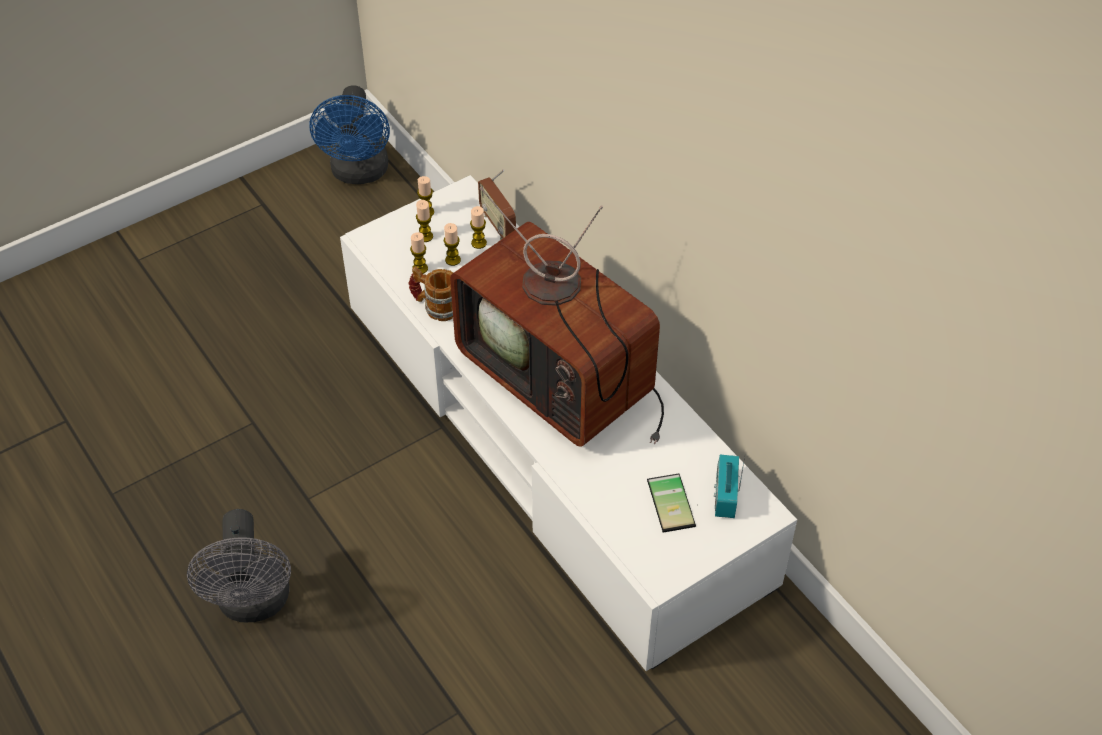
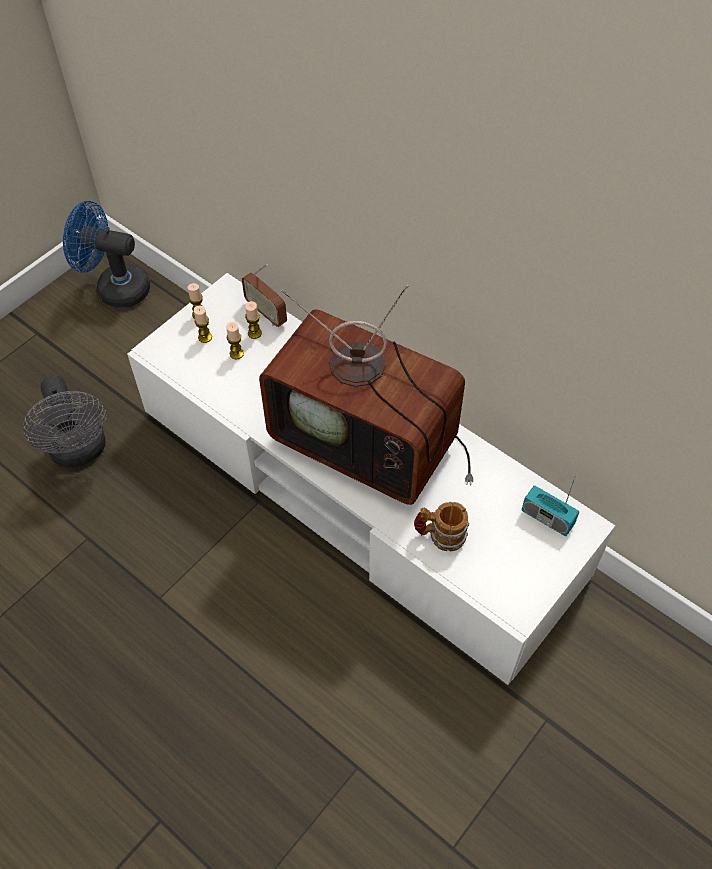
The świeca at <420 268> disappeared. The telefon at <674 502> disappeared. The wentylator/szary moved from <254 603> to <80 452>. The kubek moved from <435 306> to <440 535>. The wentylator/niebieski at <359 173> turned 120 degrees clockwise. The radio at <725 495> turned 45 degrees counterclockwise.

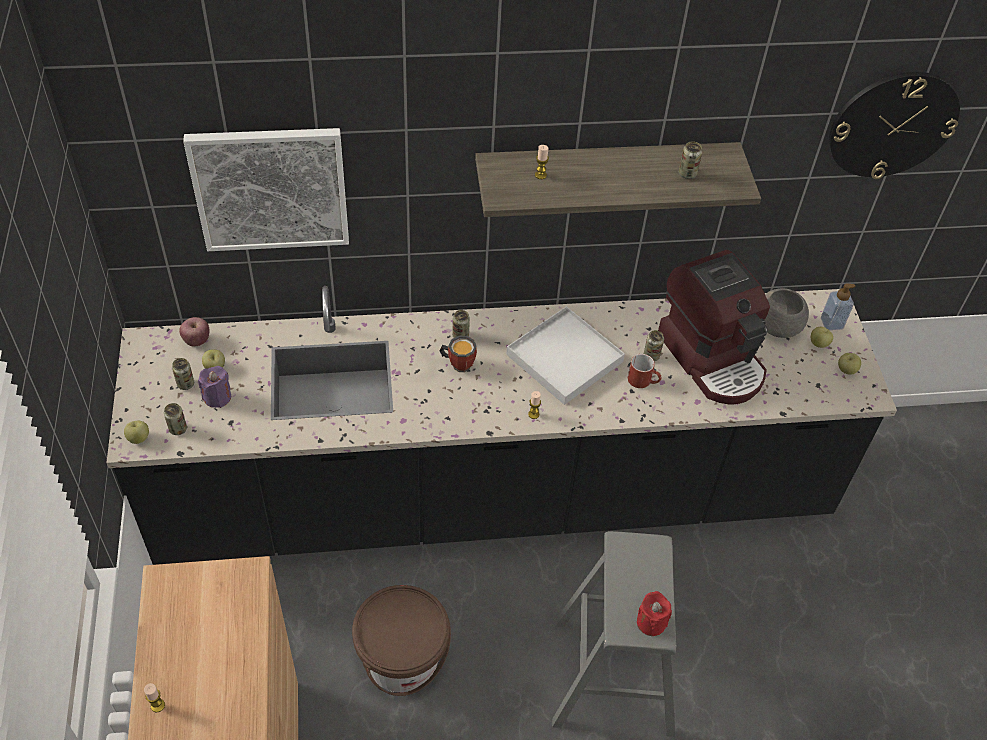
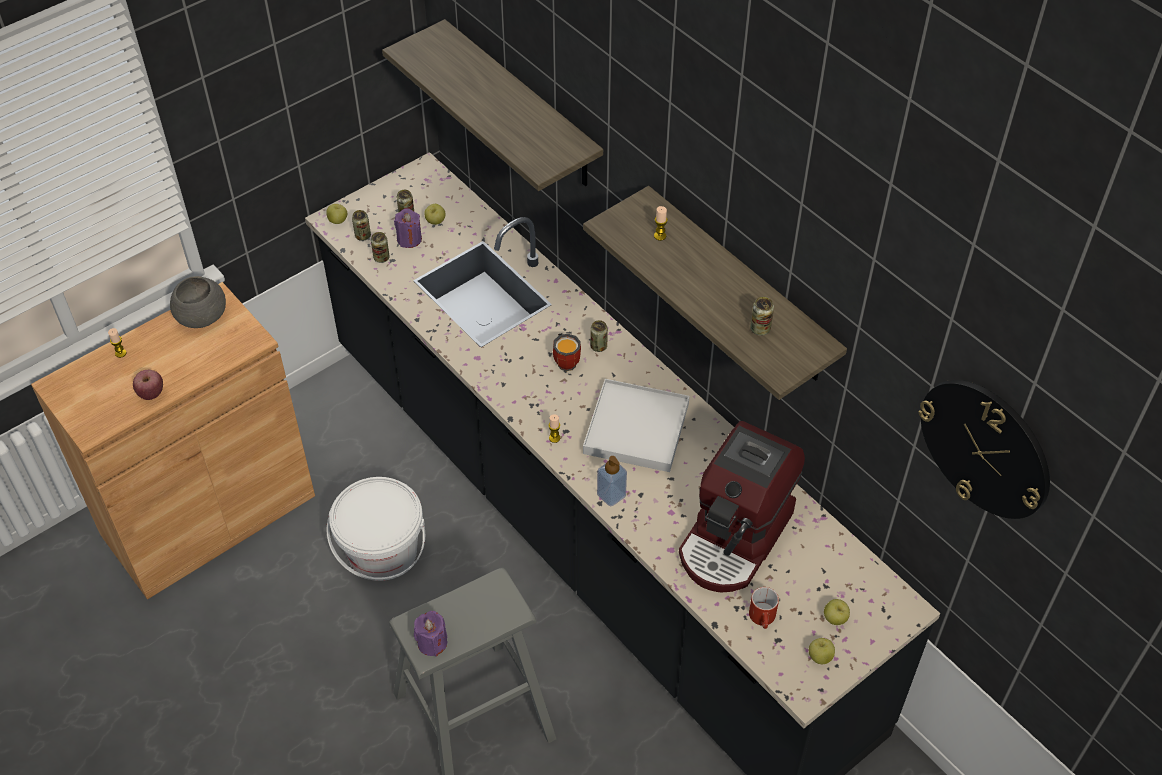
The jabłko moved from <197 340> to <151 393>. The kubek/czerwony moved from <643 381> to <763 619>. The puszka moved from <651 355> to <381 258>. The miska/szary moved from <778 327> to <200 317>. The dozownik mydła moved from <831 323> to <611 495>. The obraz at <270 188> was replaced by the półka at <522 106>. The wiadro/brązowy at <402 659> became the wiadro/biały at <382 552>. The świeca/czerwony at <651 622> became the świeca/fioletowy at <432 643>.

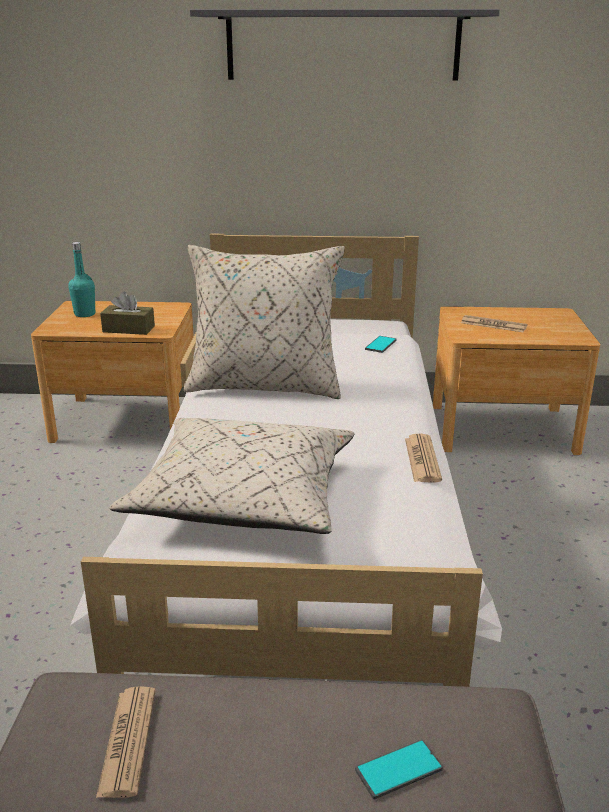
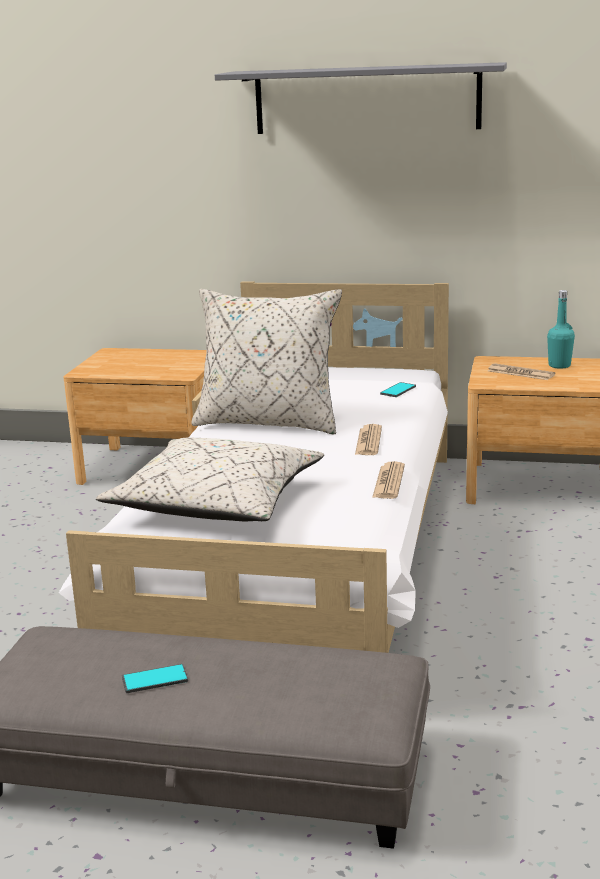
The pudełko chusteczek/brązowy at <128 329> disappeared. The butelka/turkusowy moved from <85 314> to <559 365>. The gazeta moved from <128 741> to <368 441>. The telefon moved from <398 770> to <155 680>.

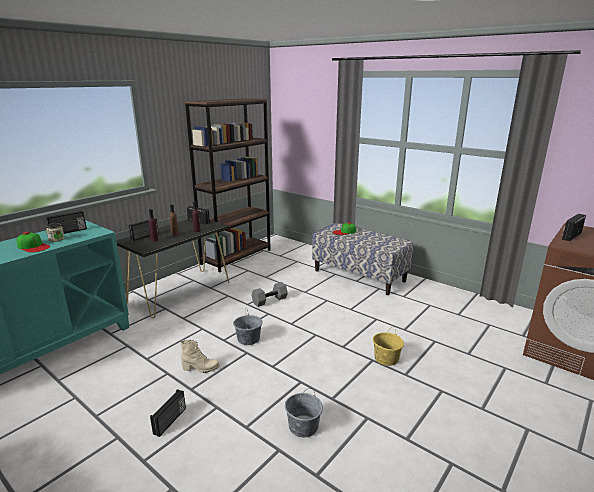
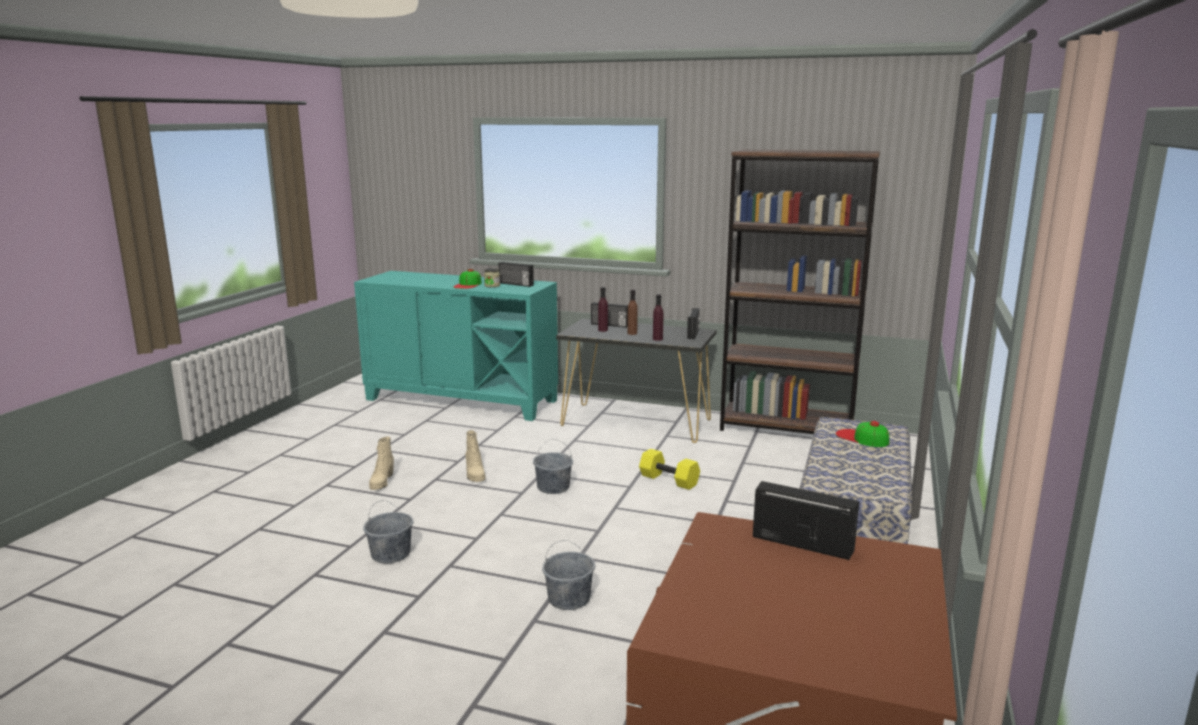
The radio at <170 421> was replaced by the but z cholewką/beżowy at <381 482>. The hantel/szary at <269 300> became the hantel/żółty at <670 480>. The wiadro/żółty at <386 358> became the wiadro/szary at <569 599>.

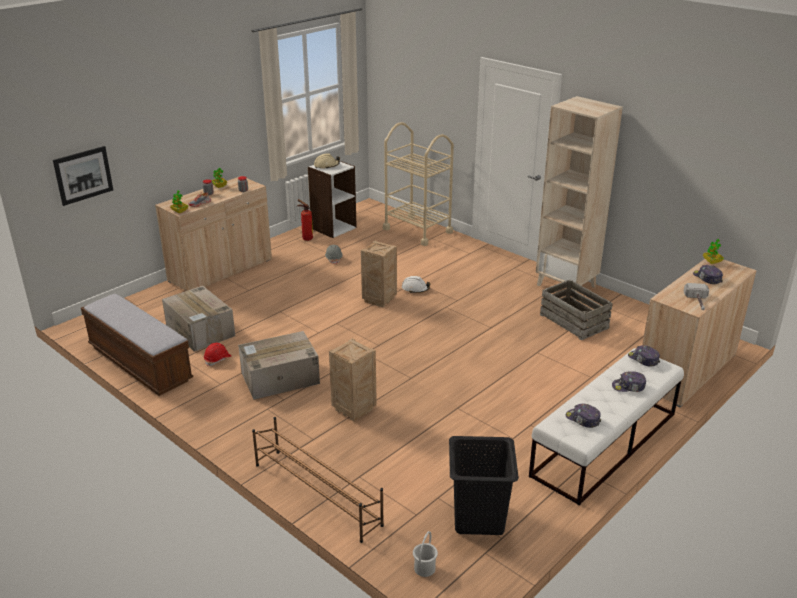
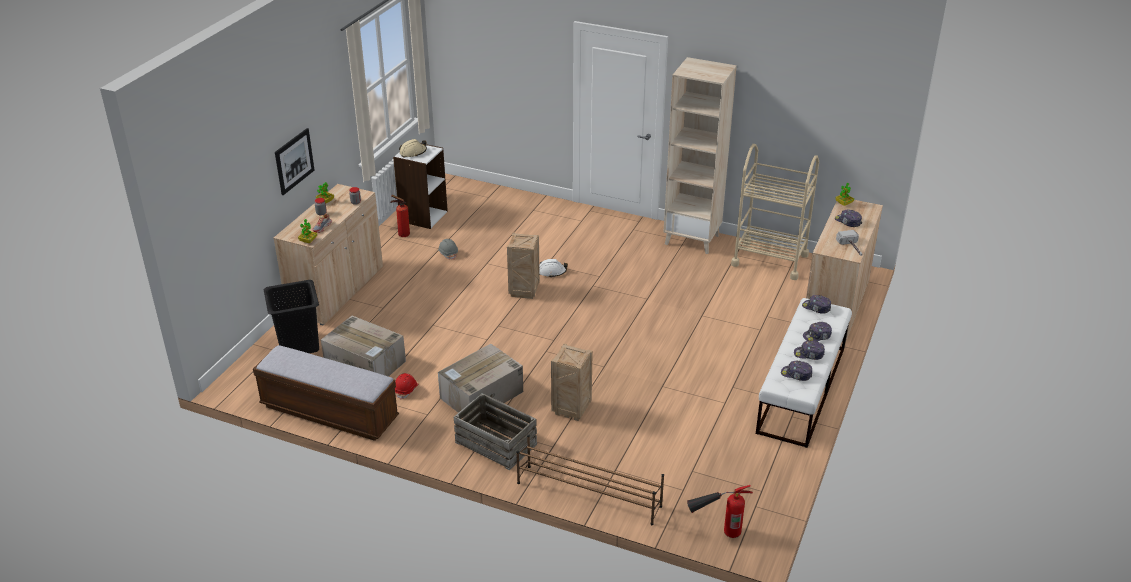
The czapka z daszkiem at <809 354> appeared. The obraz moved from <83 175> to <294 161>. The wózek/beżowy moved from <417 230> to <769 260>. The kosz na pranie/czarny moved from <479 518> to <299 345>. The skrzynka moved from <573 321> to <495 444>. The wiadro/biały at <425 568> was replaced by the gaśnica at <716 531>.

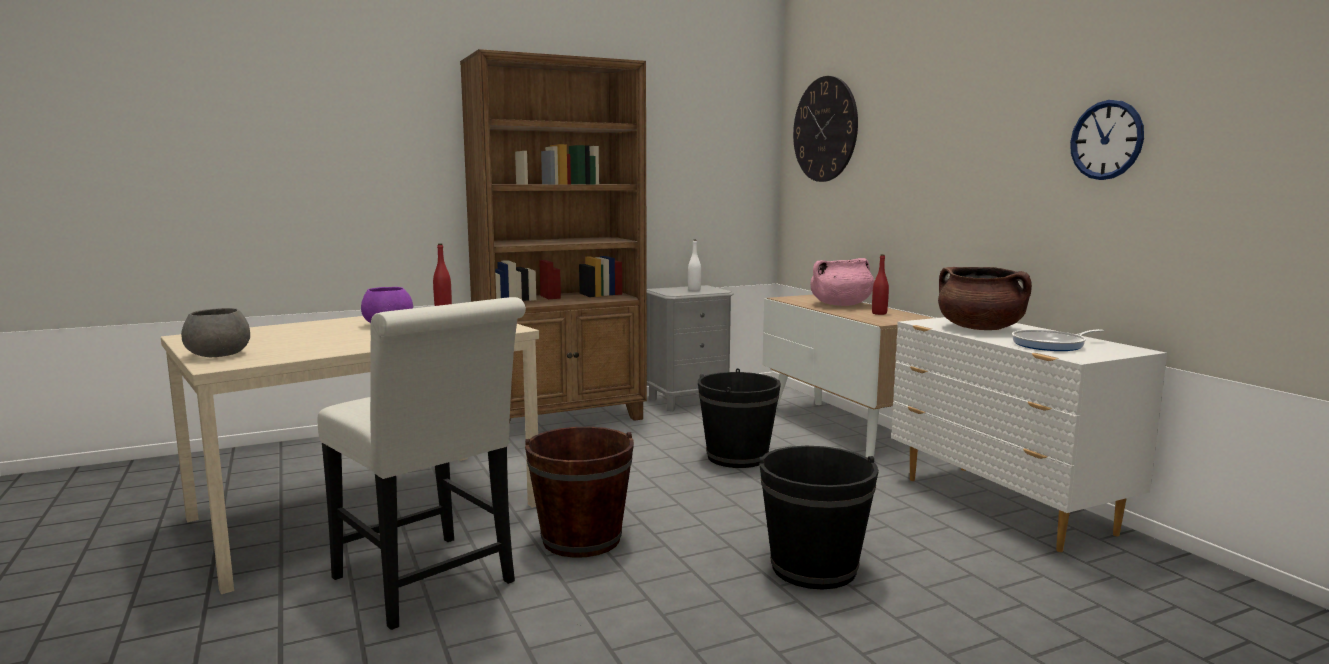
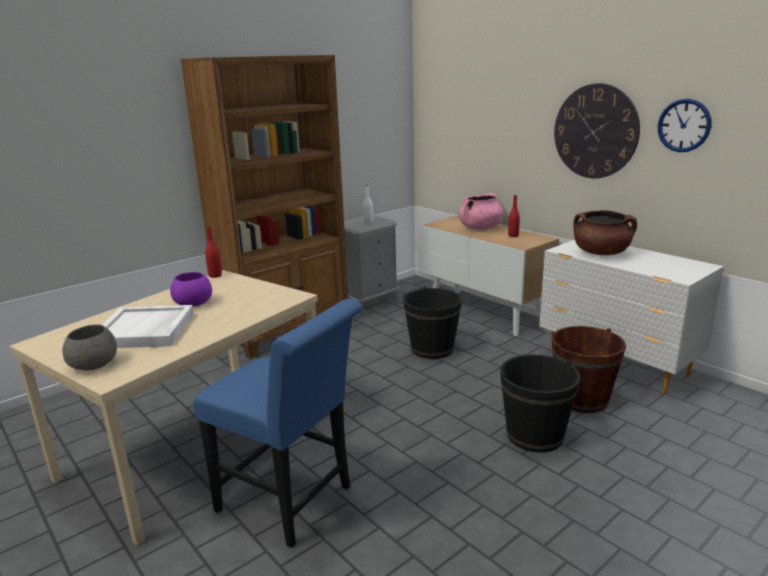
The patelnia at <1051 345> disappeared. The taca/biały at <145 330> appeared. The wiadro/brązowy moved from <581 539> to <582 399>. The zegar ścienny moved from <825 129> to <595 131>. The krzesło/biały at <430 584> became the krzesło/niebieski at <292 502>.

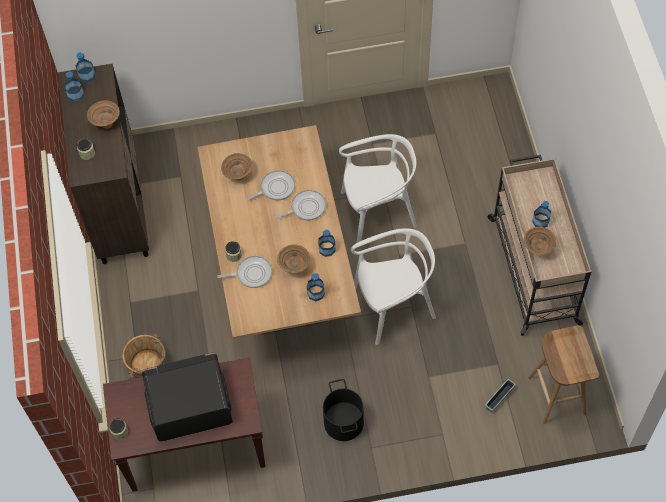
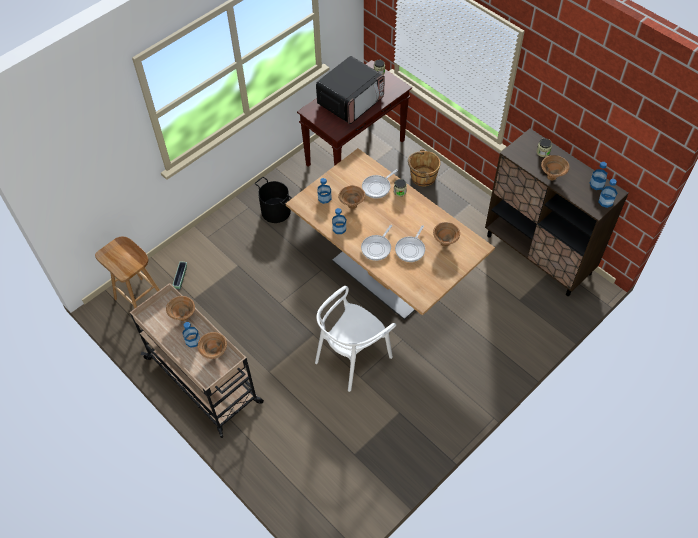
The krzesło/biały at <393 306> disappeared. The miska/brązowy at <215 354> appeared.

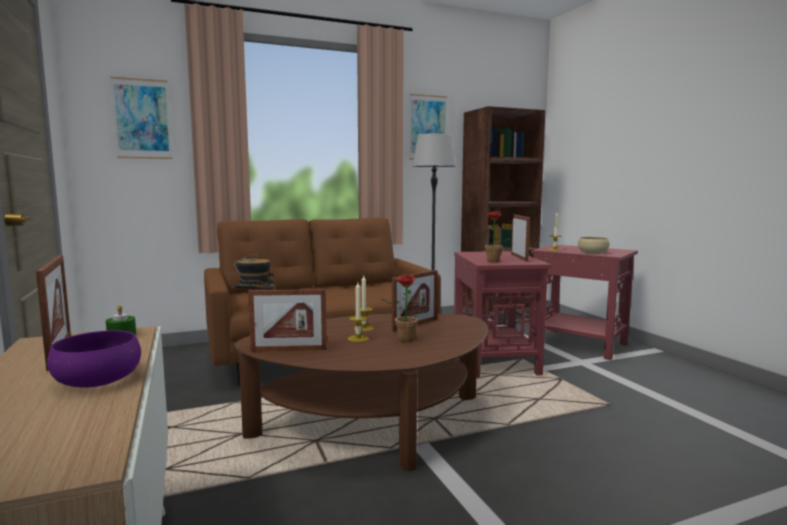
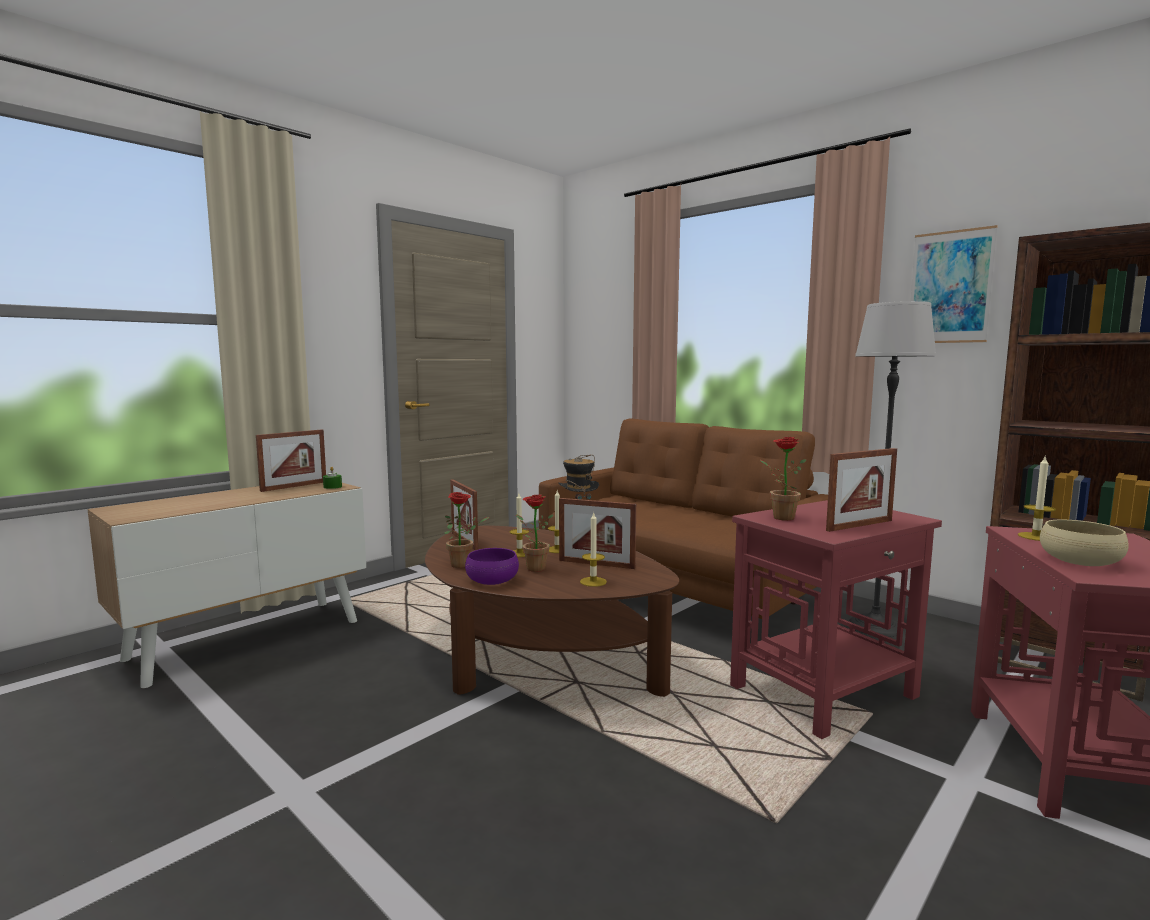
The obraz at <142 119> disappeared. The roślina doniczkowa at <464 564> appeared. The świeca at <593 582> appeared. The miska/fioletowy moved from <97 379> to <492 580>.

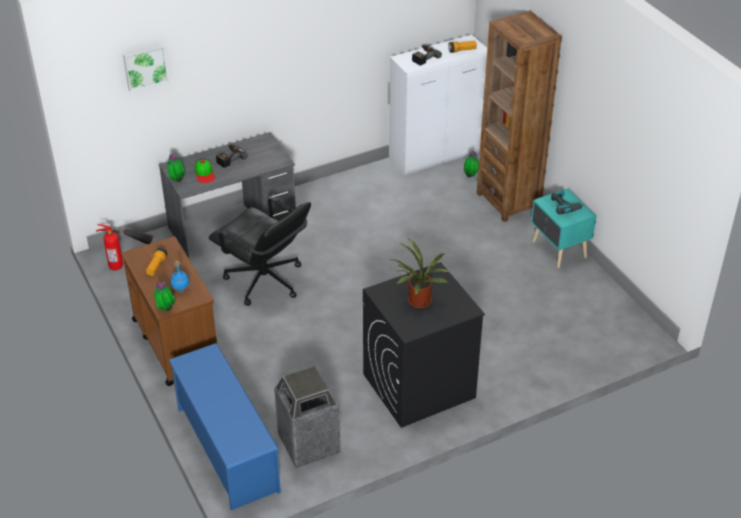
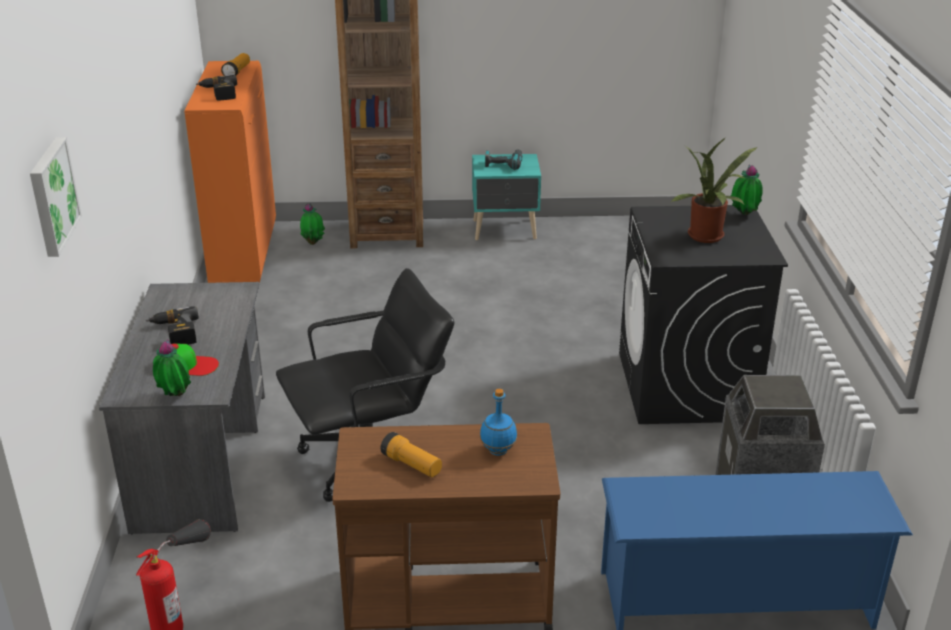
The roślina doniczkowa moved from <166 309> to <743 215>. The szafka/biały at <436 156> became the szafka/pomarańczowy at <244 253>.

